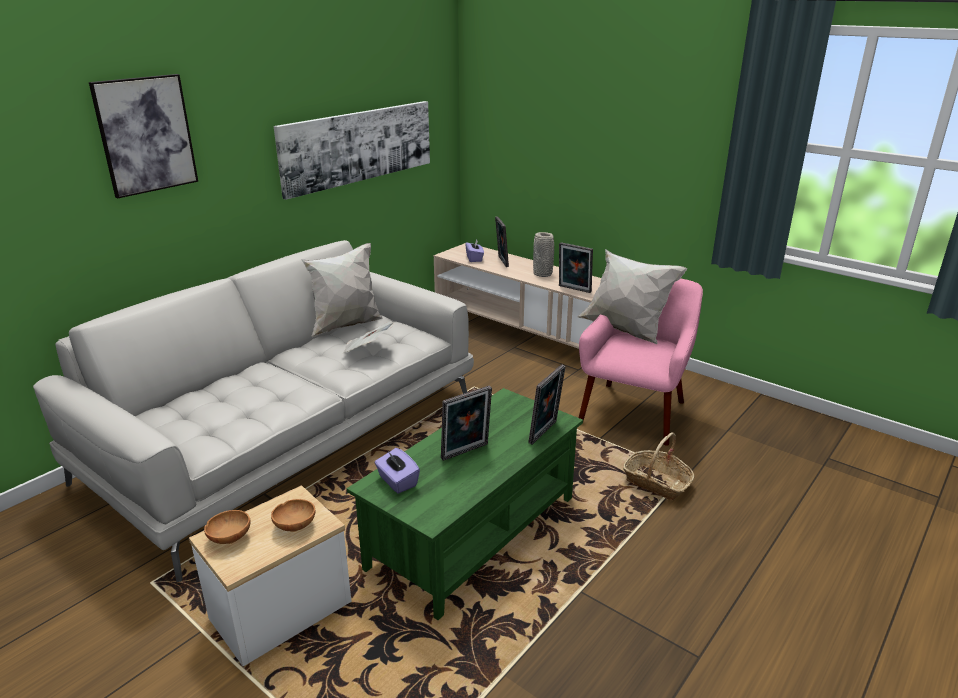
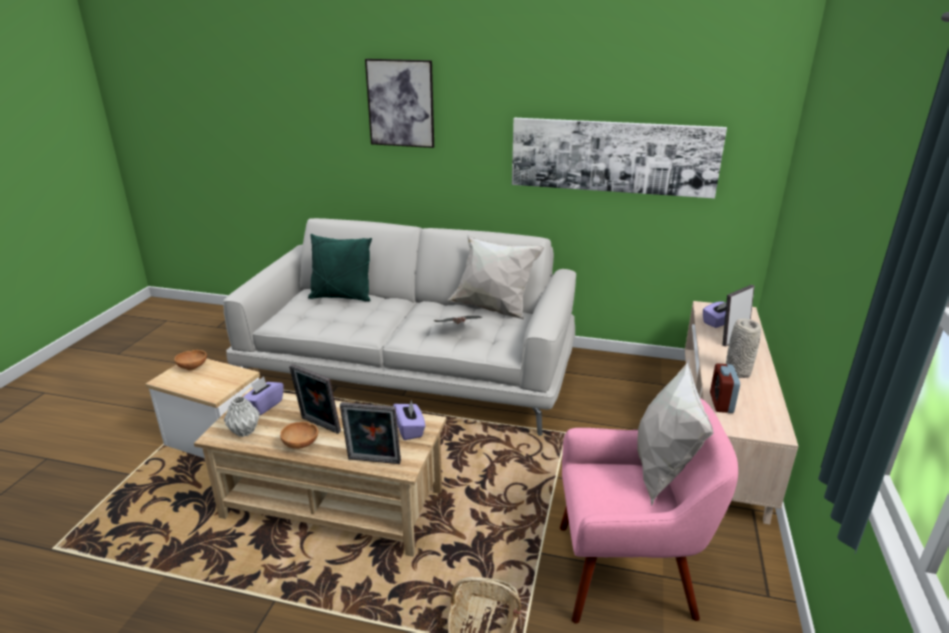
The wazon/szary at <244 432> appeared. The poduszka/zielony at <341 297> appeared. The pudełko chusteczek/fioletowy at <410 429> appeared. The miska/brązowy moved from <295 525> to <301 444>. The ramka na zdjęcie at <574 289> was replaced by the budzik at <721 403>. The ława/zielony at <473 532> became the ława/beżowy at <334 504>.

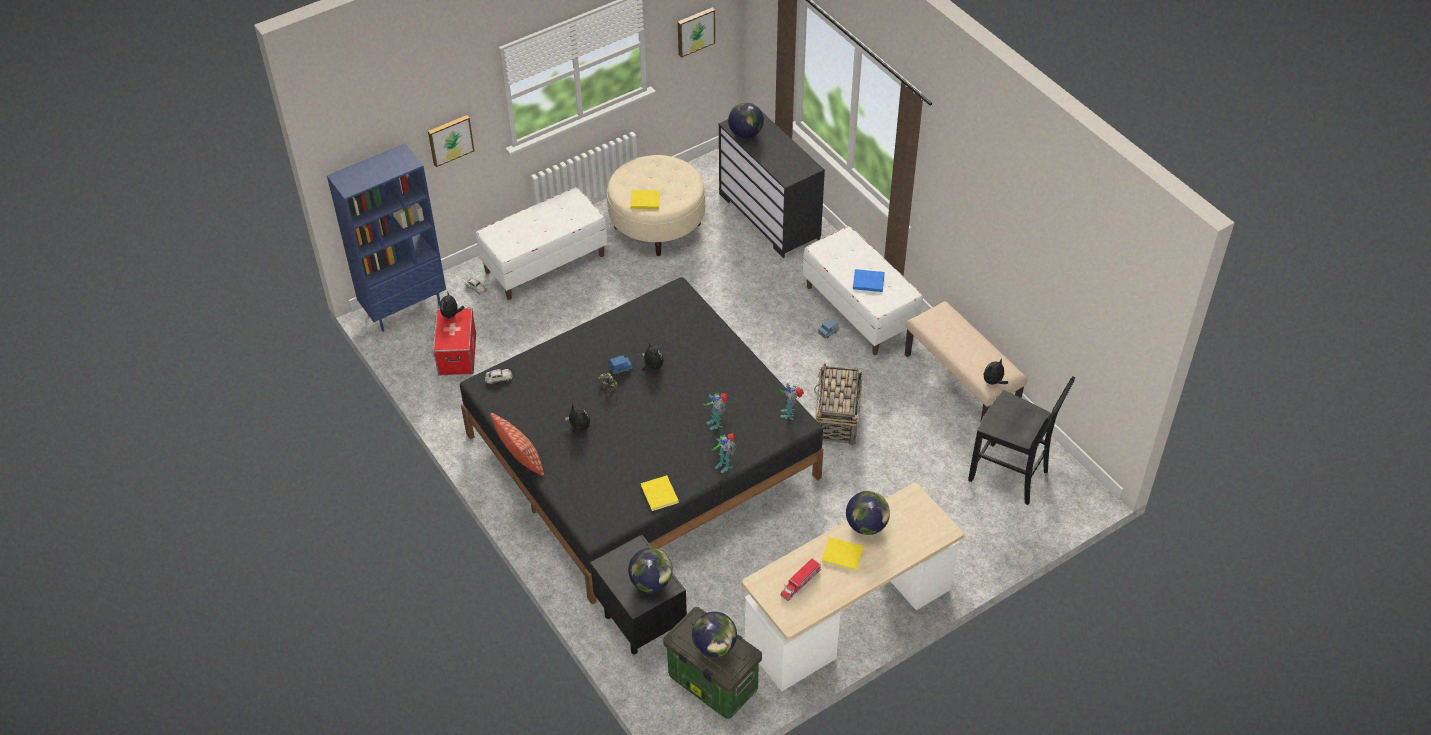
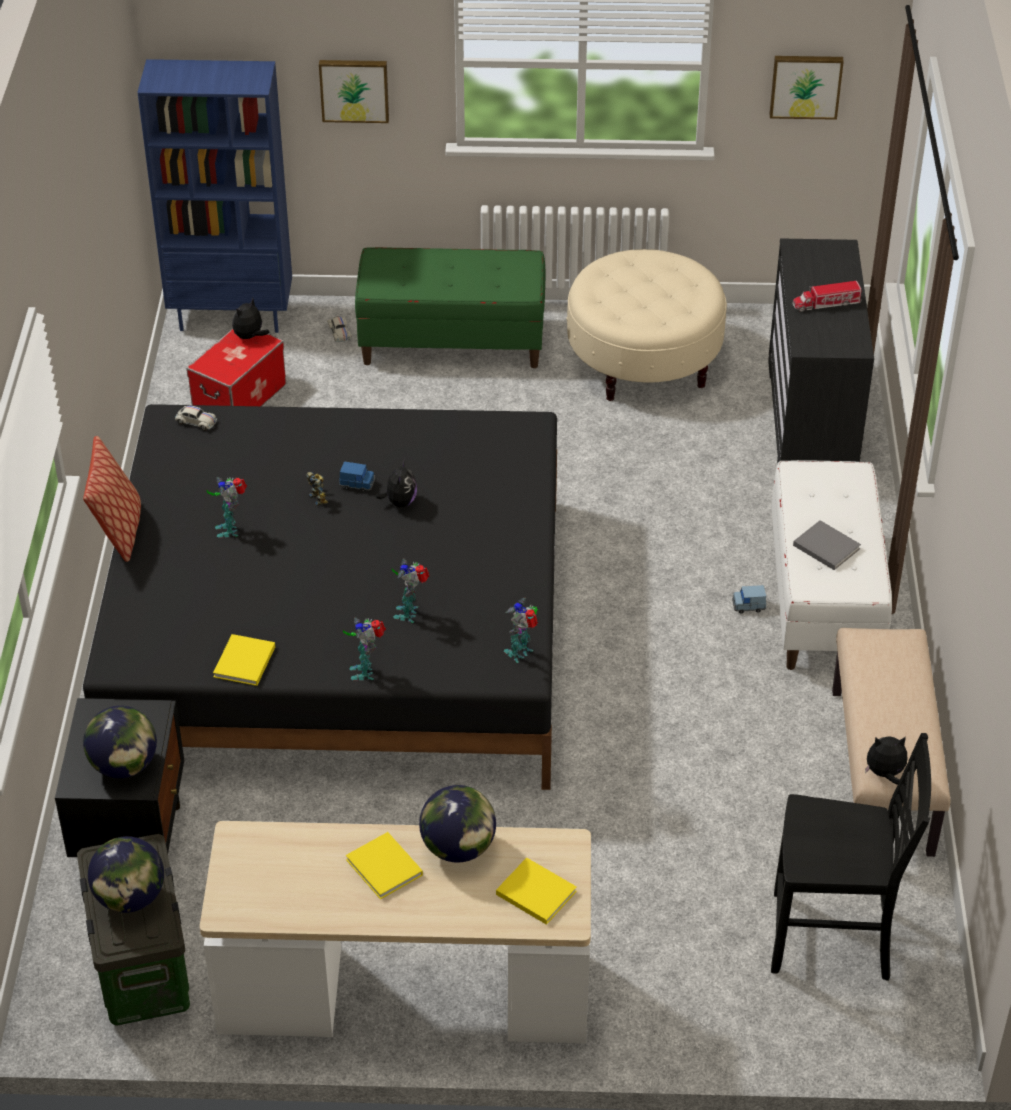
The globus at <745 133> disappeared. The koszyk at <837 419> disappeared. The książka/żółty moved from <644 200> to <534 892>. The ciężarówka zabawkowa moved from <800 583> to <826 304>. The pluszak at <579 428> was replaced by the robot zabawkowy at <230 528>. The ławka/biały at <545 263> became the ławka/zielony at <452 342>. The książka/niebieski at <867 281> became the książka/szary at <825 546>. The krzesło/czarny at <1010 476> turned 60 degrees counterclockwise.

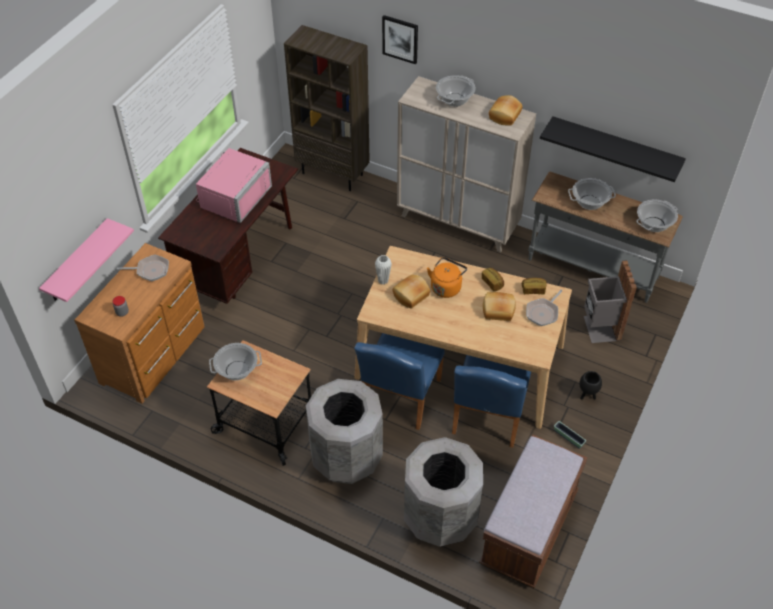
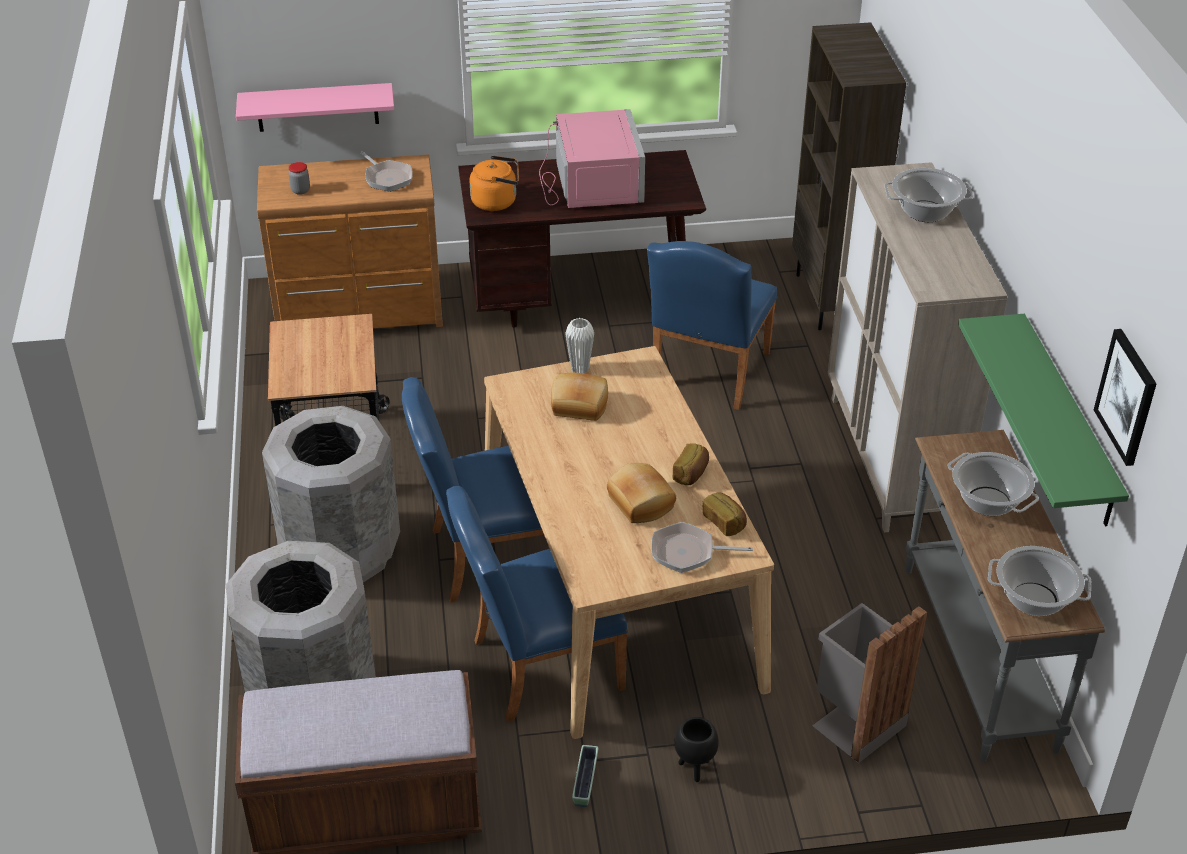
The garnek at <237 370> disappeared. The chleb at <505 116> disappeared. The krzesło/niebieski at <707 374> appeared. The obraz moved from <400 39> to <1127 397>. The czajnik/pomarańczowy moved from <446 287> to <497 202>. The półka/czarny at <615 147> became the półka/zielony at <1067 421>. The mikrofalówka/różowy at <232 196> turned 90 degrees counterclockwise.

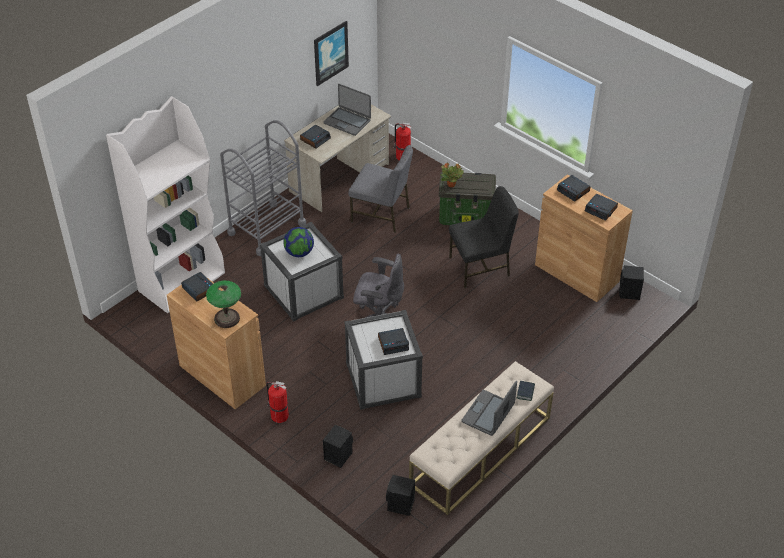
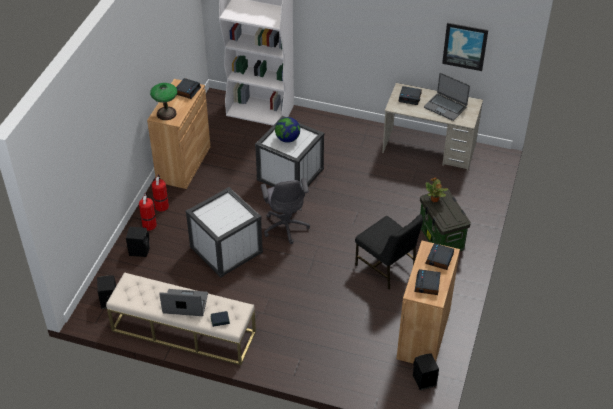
The wózek/szary at <266 229> disappeared. The krzesło/szary at <381 214> disappeared. The budzik at <393 343> disappeared. The gaśnica moved from <402 156> to <149 224>. The laptop at <347 121> turned 60 degrees counterclockwise.

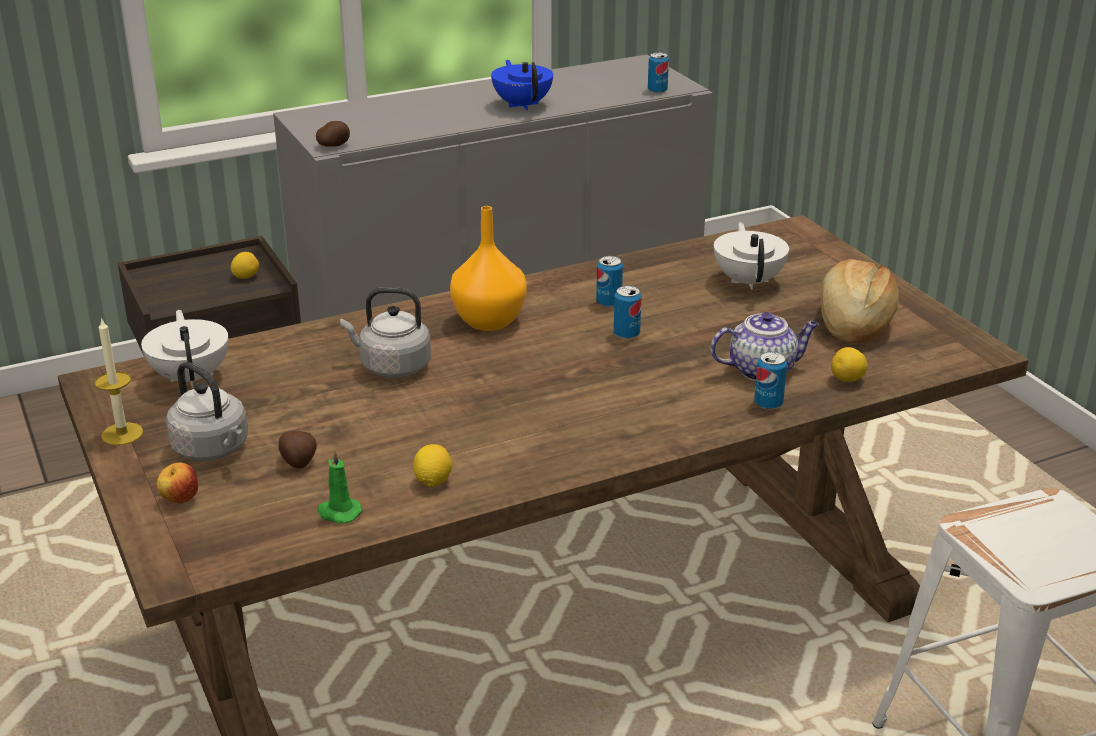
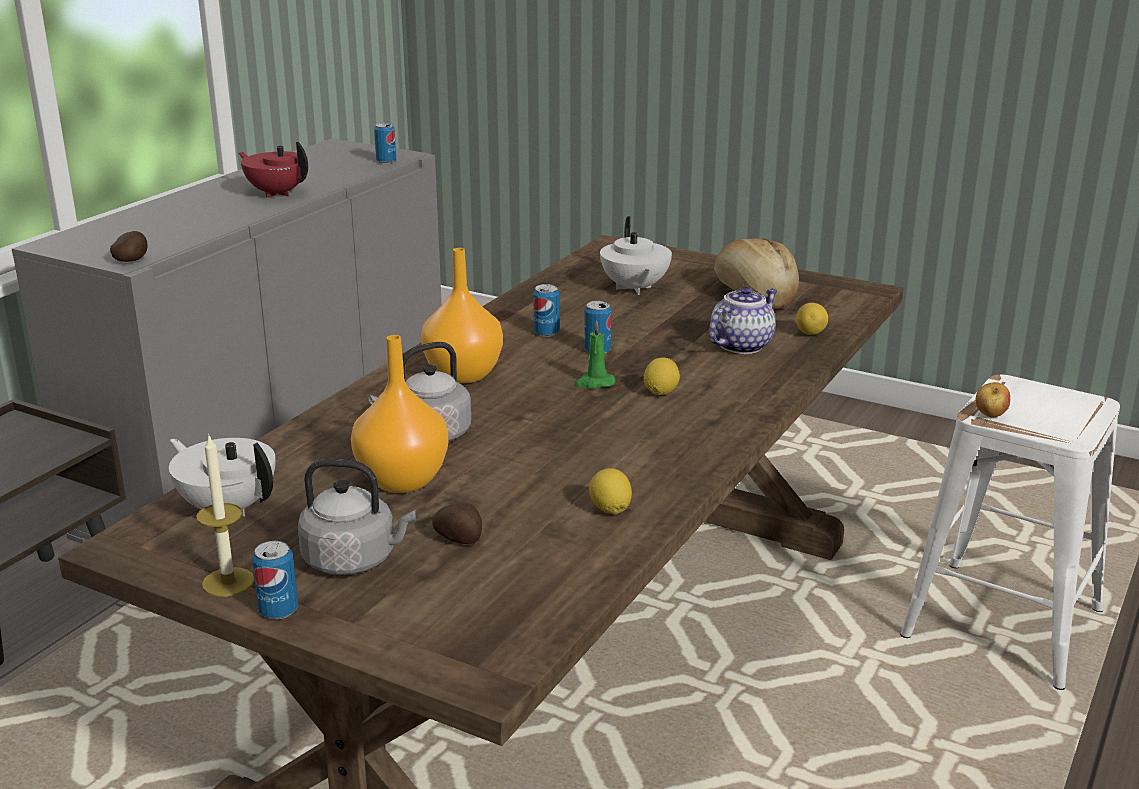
The wazon/pomarańczowy at <404 480> appeared. The jabłko moved from <180 500> to <990 416>. The cytryna moved from <246 277> to <660 392>. The świeca/zielony moved from <338 512> to <594 383>. The puszka moved from <768 403> to <278 611>. The imbryk/niebieski at <522 105> became the imbryk/czerwony at <277 193>. The imbryk/biały at <749 281> turned 150 degrees counterclockwise.

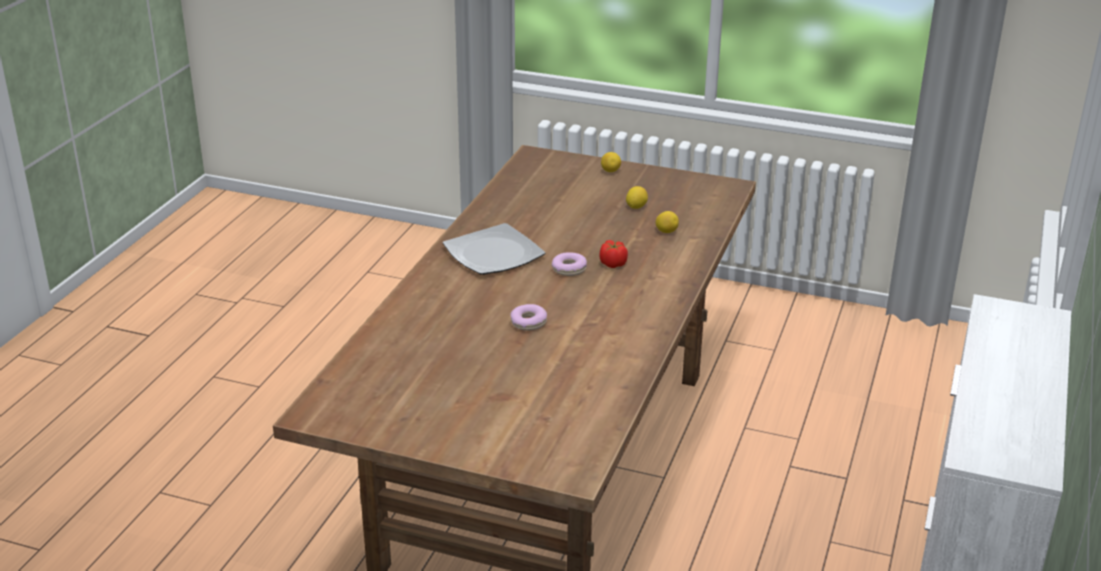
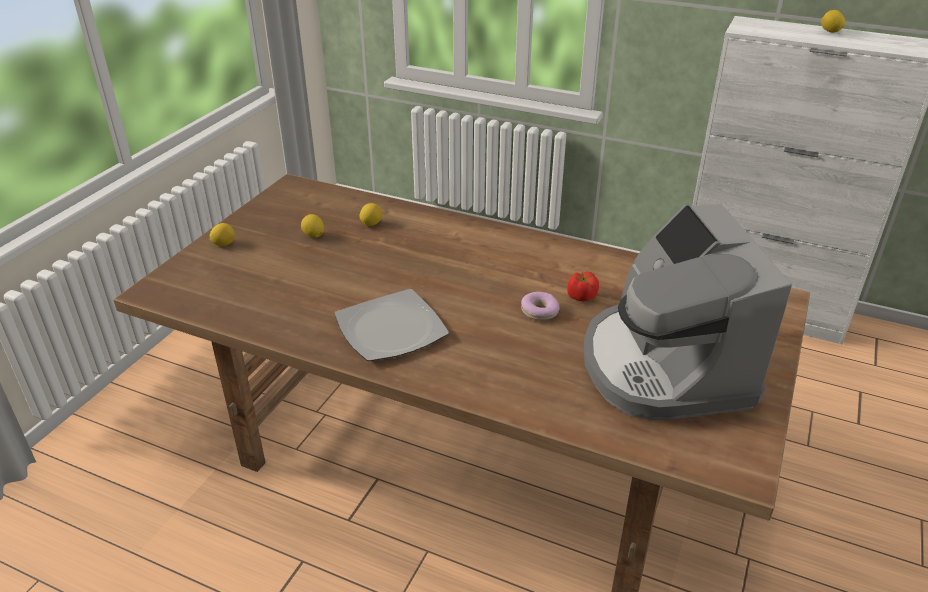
The donut at <569 269> disappeared. The ekspres do kawy at <664 366> appeared. The cytryna at <830 32> appeared. The pomidor moved from <613 264> to <581 296>.

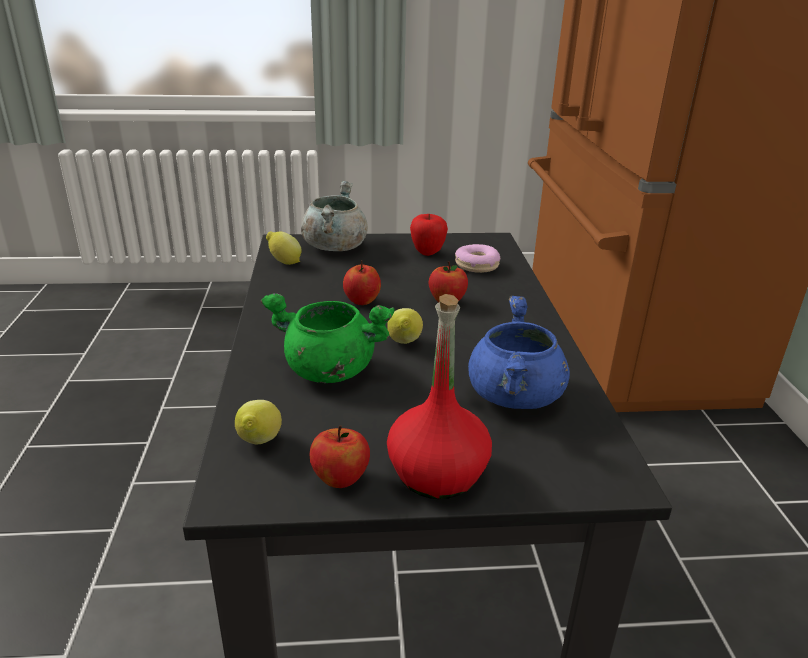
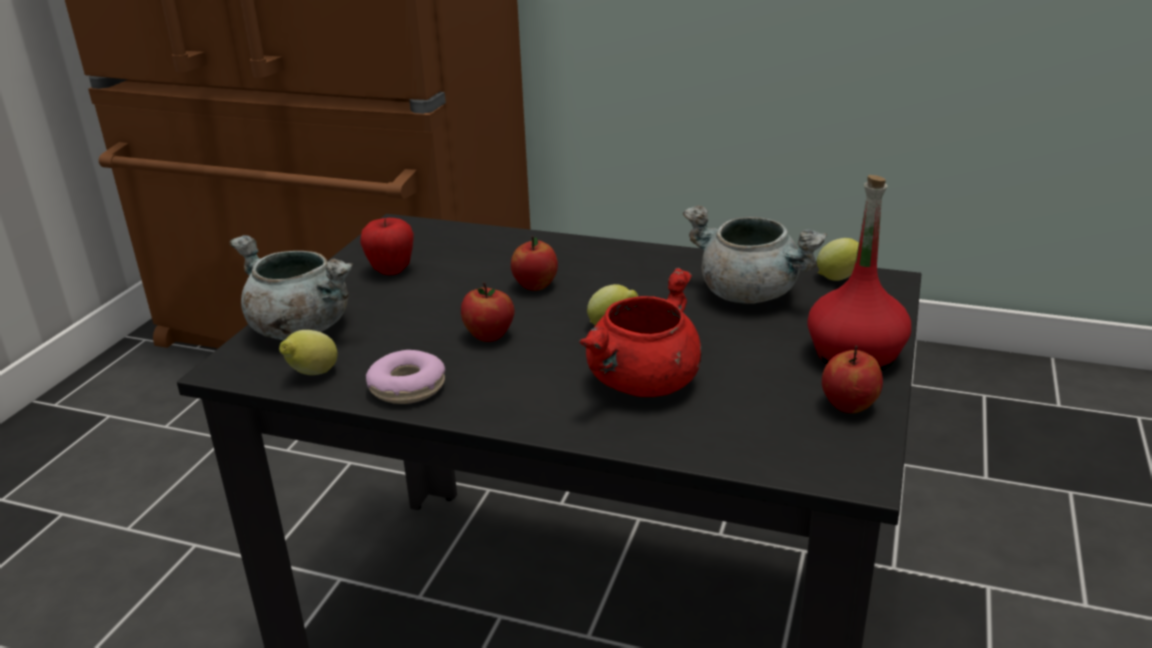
The cytryna moved from <259 443> to <840 279>. The donut moved from <476 265> to <407 388>. The garnek/zielony at <328 370> became the garnek/czerwony at <643 384>. The garnek/niebieski at <515 397> became the garnek/szary at <750 293>.

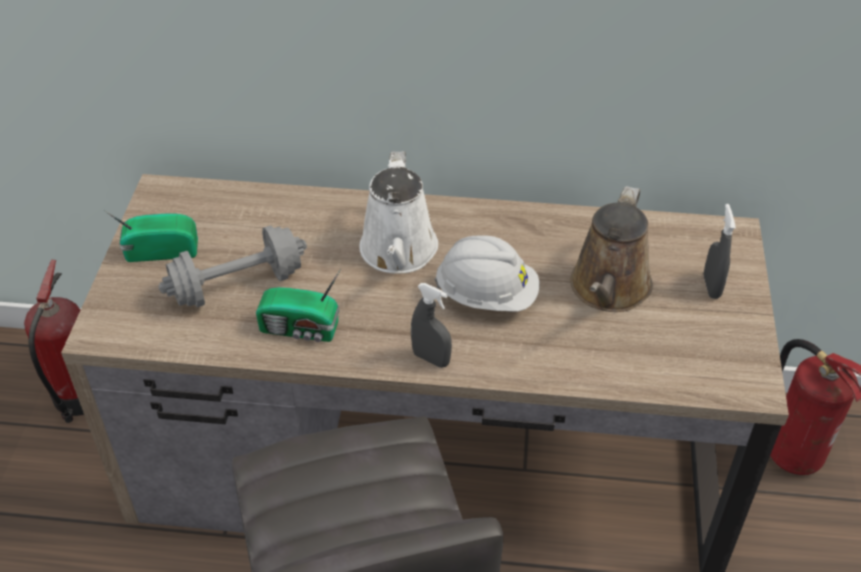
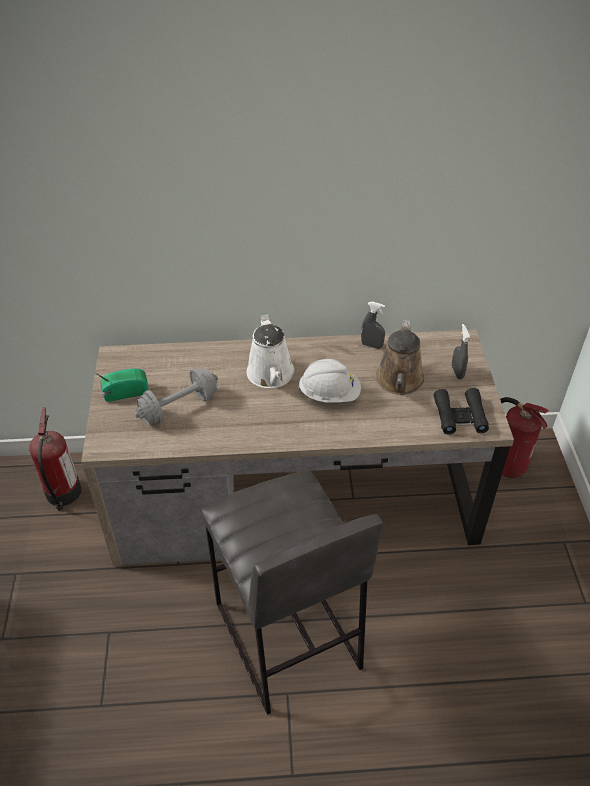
The radio at <301 329> disappeared. The lornetka/czarny at <460 416> appeared. The spryskiwacz/szary moved from <431 358> to <371 345>.

